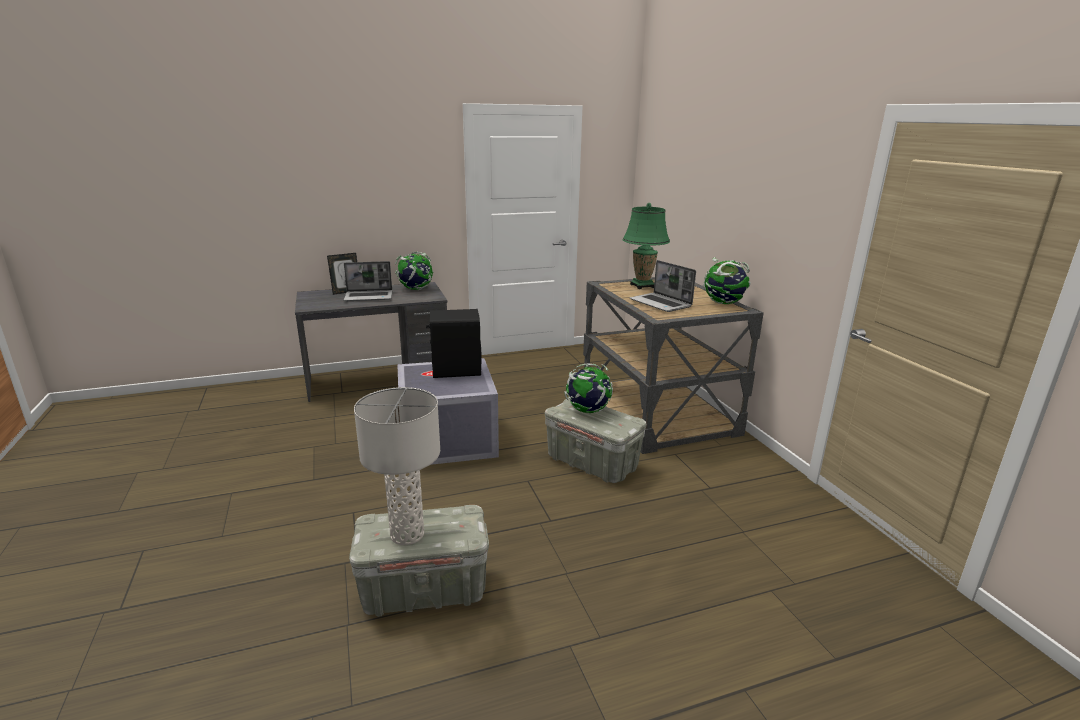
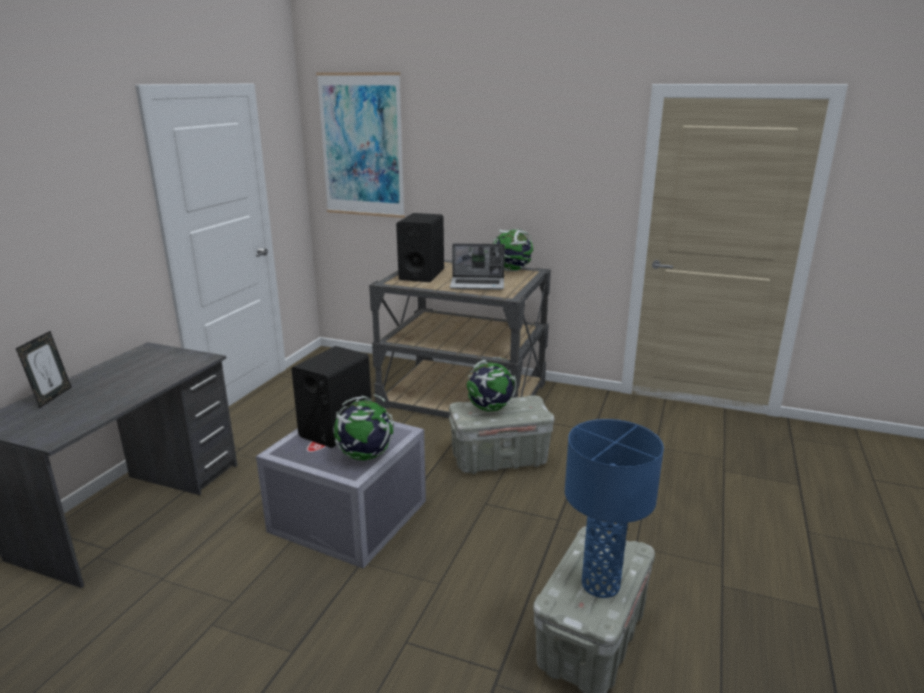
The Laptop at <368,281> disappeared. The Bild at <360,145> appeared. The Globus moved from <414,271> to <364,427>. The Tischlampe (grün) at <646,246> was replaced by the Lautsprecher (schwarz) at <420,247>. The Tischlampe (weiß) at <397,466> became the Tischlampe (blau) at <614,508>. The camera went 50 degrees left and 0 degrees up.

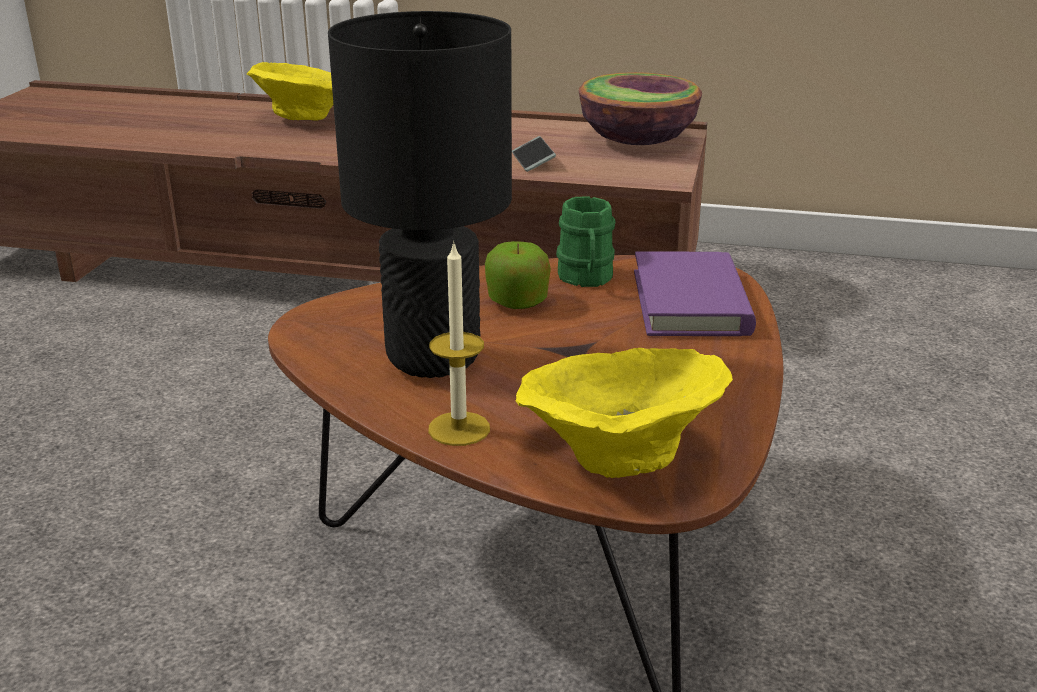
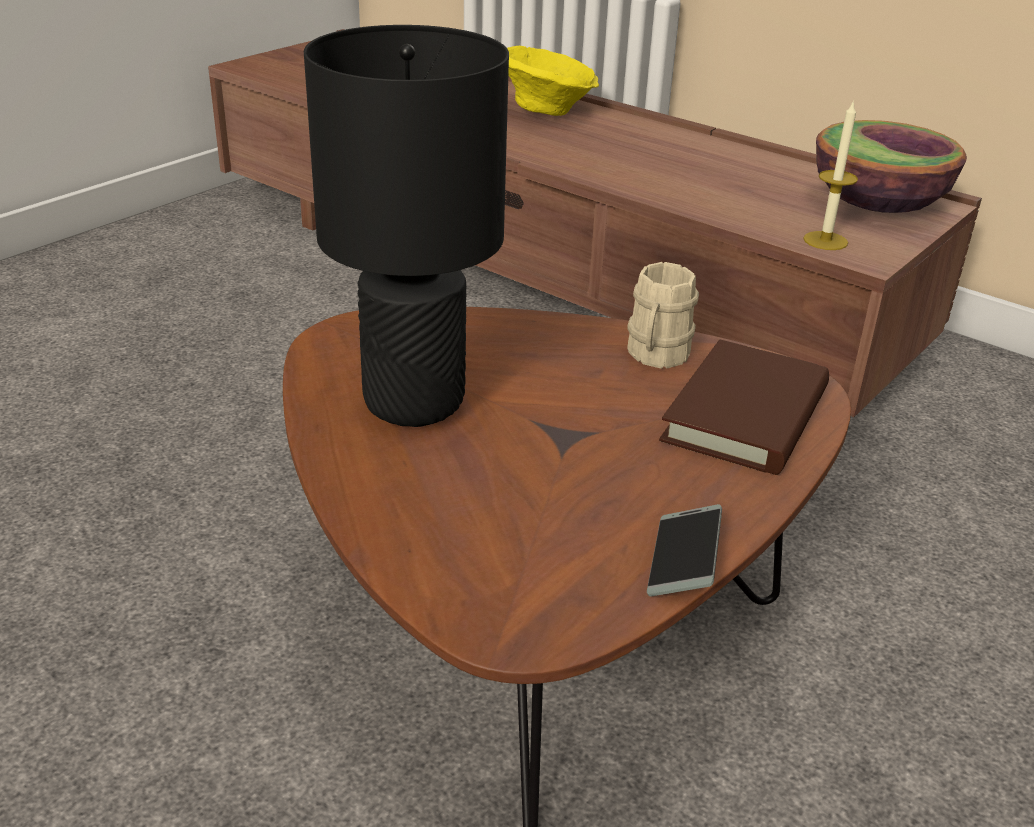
The Apfel at <518,275> disappeared. The Schüssel (gelb) at <624,413> disappeared. The Kerze moved from <459,343> to <830,175>. The Handy moved from <534,154> to <684,550>. The Henkelbecher (grün) at <585,241> became the Henkelbecher (beige) at <663,315>. The Buch (lila) at <695,293> became the Buch (braun) at <744,407>. The camera went 25 degrees right and 5 degrees up.

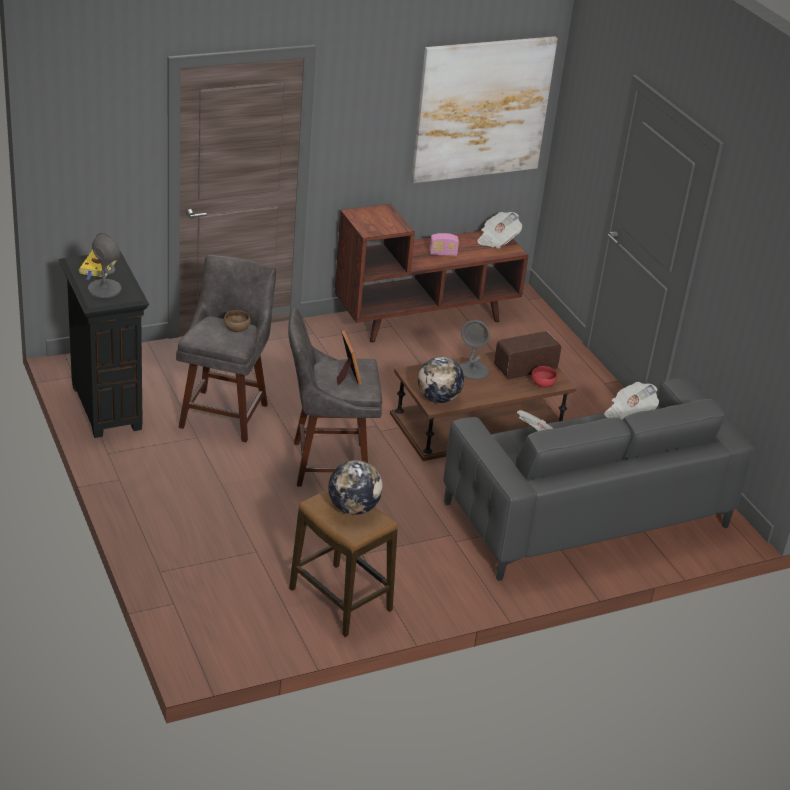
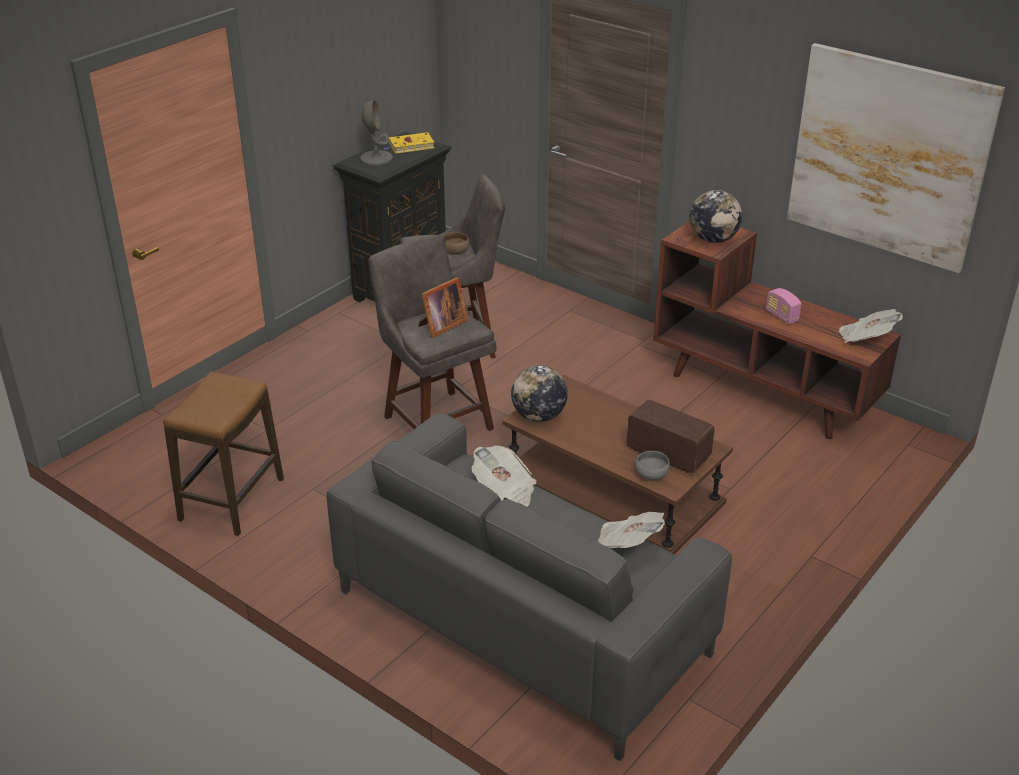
The Tischlampe (grau) at <475,350> disappeared. The Globus moved from <355,487> to <716,216>. The Schüssel (rot) at <544,377> became the Schüssel (grau) at <652,465>. The camera went 65 degrees right and 0 degrees up.

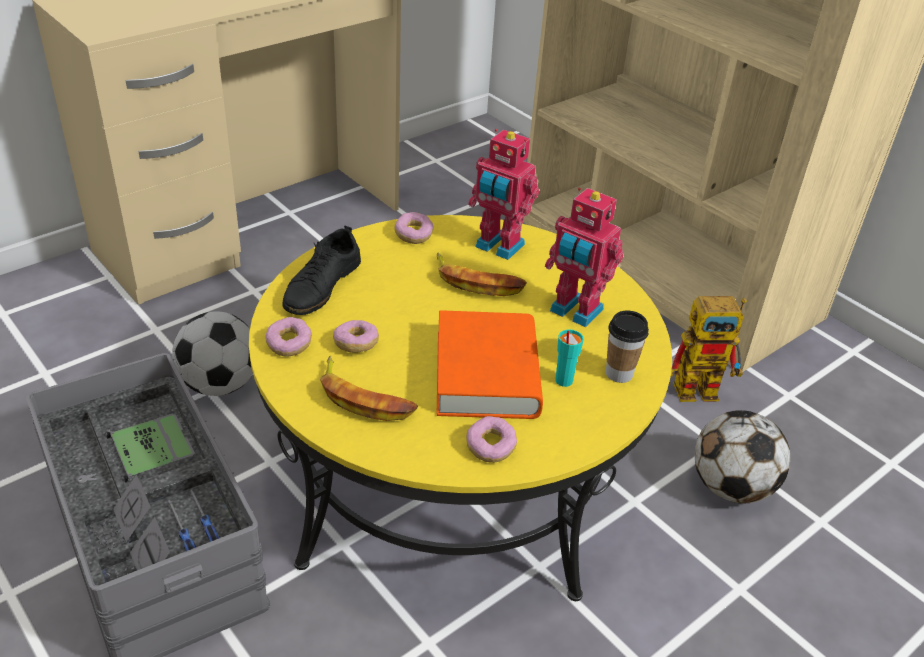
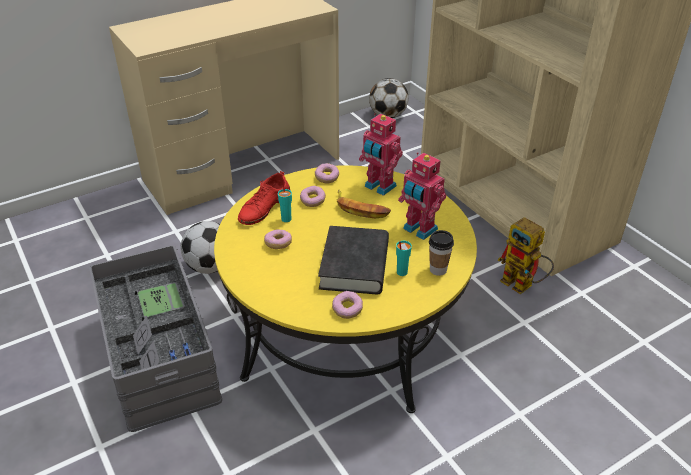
The Banane at <369,388> disappeared. The Tasse (türkis) at <285,200> appeared. The Donut moved from <288,336> to <313,196>. The Fußball moved from <742,457> to <389,98>. The Schuh (schwarz) at <321,270> became the Schuh (rot) at <264,198>. The Buch (orange) at <490,364> became the Buch (schwarz) at <353,260>. The Spielzeugroboter at <709,349> turned 45 degrees clockwise. The camera went 10 degrees right and 0 degrees up.

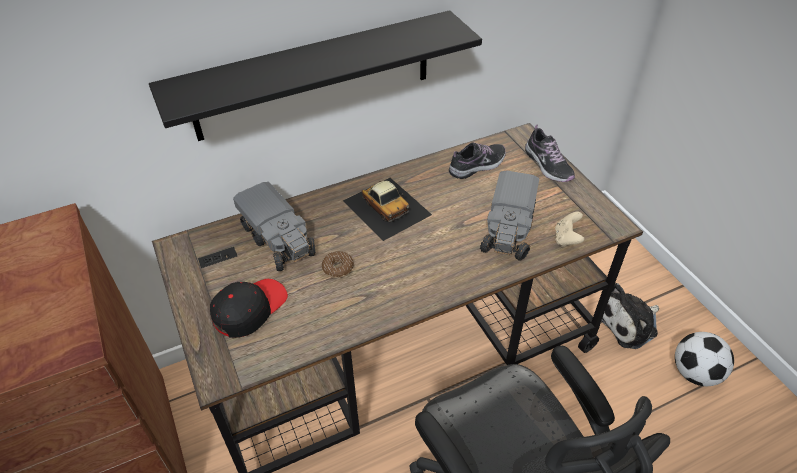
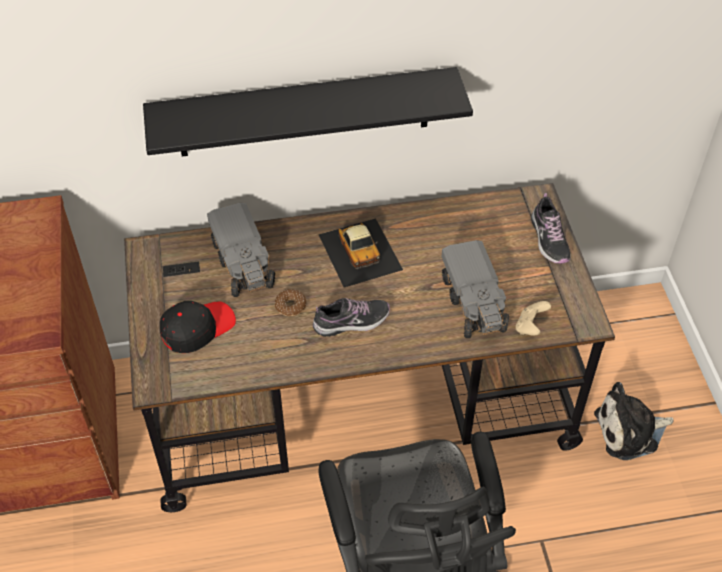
The Fußball at <704,359> disappeared. The Schuh moved from <477,160> to <351,317>. The Spielzeuglaster at <509,215> turned 45 degrees counterclockwise. The camera went 15 degrees right and 5 degrees up.

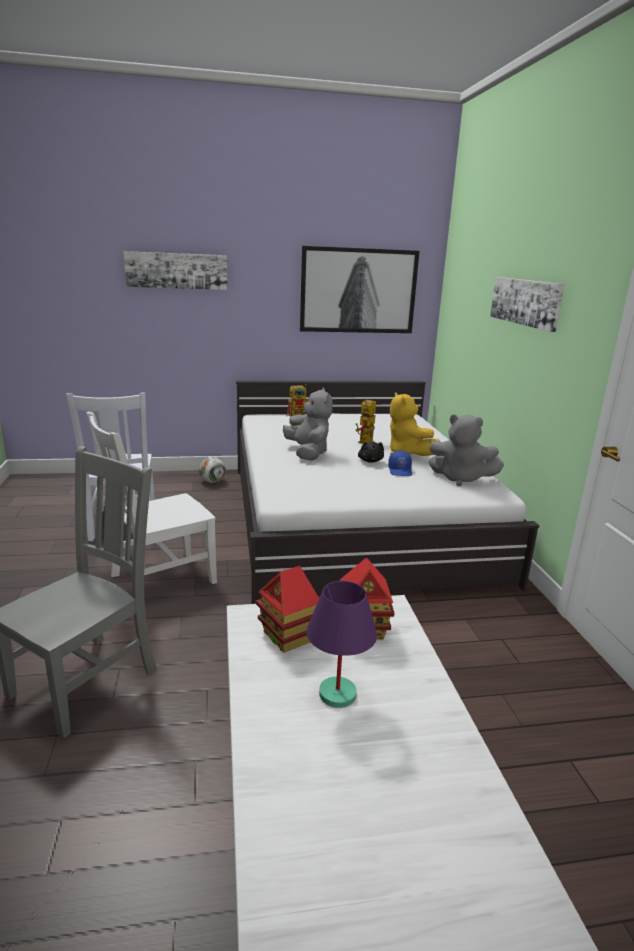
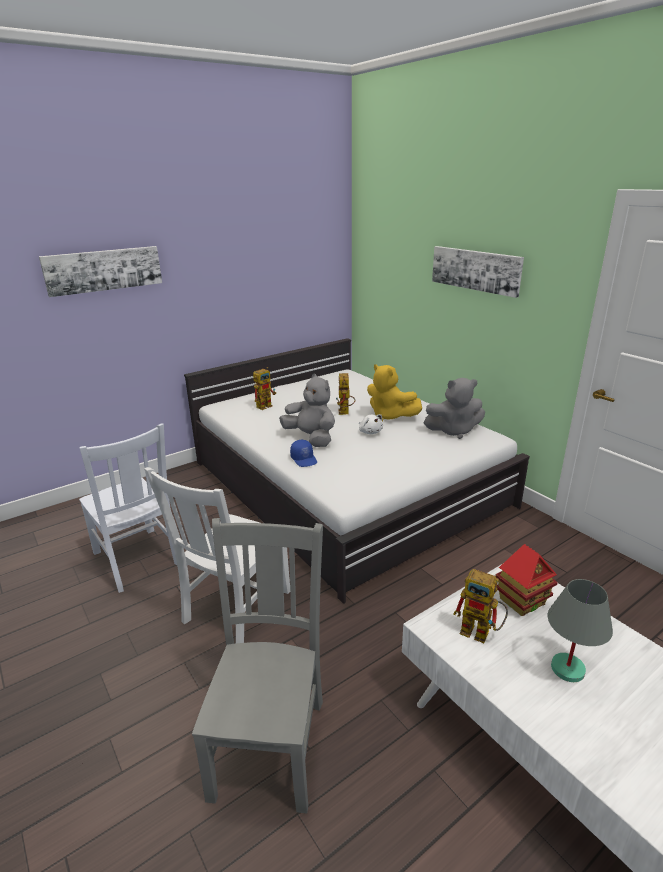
The Fußball at <212,470> disappeared. The Bild at <359,289> disappeared. The Kappe (blau) moved from <400,463> to <303,453>. The Spielzeughaus at <287,609> was replaced by the Spielzeugroboter at <480,606>. The Tischlampe (lila) at <342,644> became the Tischlampe (grau) at <580,630>. The Plüschtier (schwarz) at <371,451> became the Plüschtier (weiß) at <371,424>. The camera went 25 degrees left and 5 degrees up.

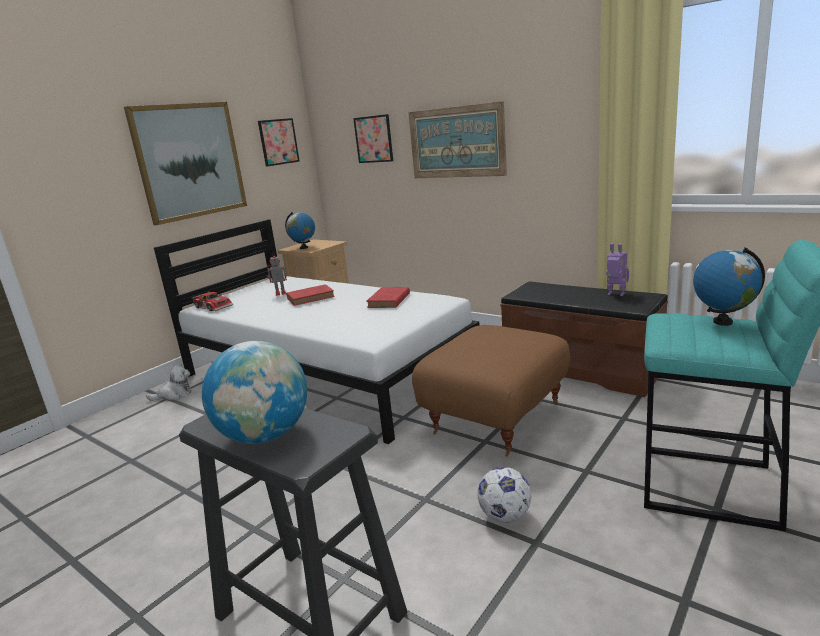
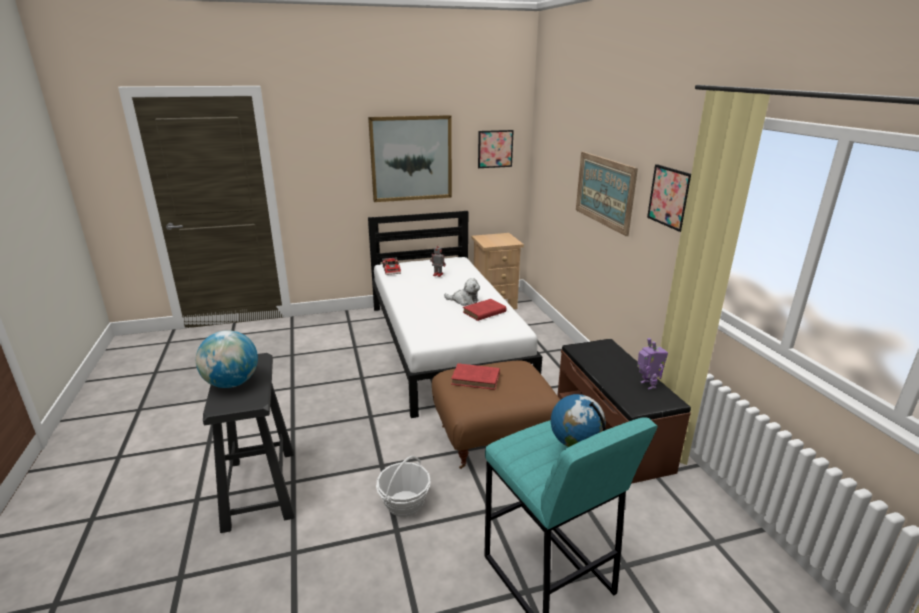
The Globus at <300,230> disappeared. The Plüschtier moved from <168,383> to <462,292>. The Buch (rot) moved from <310,295> to <475,376>. The Bild moved from <373,138> to <669,198>. The Fußball at <504,495> was replaced by the Korb at <403,486>. The camera went 35 degrees right and 5 degrees up.

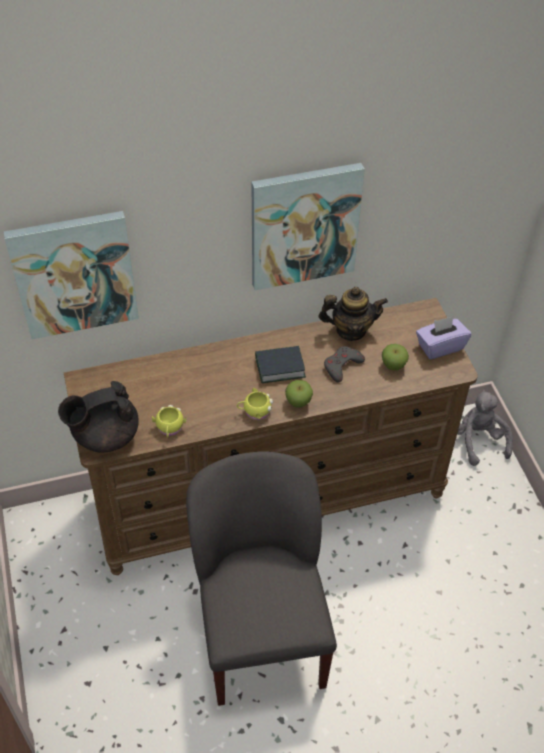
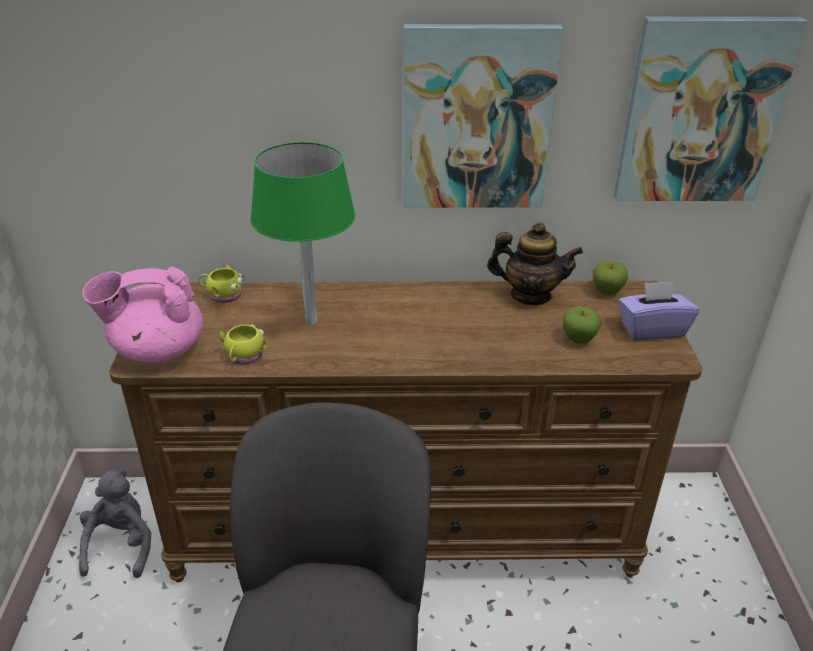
The Buch at <280,364> disappeared. The Gamepad (grau) at <344,364> disappeared. The Tischlampe (grün) at <303,233> appeared. The Bild moved from <71,275> to <710,109>. The Henkelbecher (gelb) moved from <255,404> to <220,284>. The Apfel moved from <299,394> to <610,278>. The Plüschtier (grau) moved from <485,428> to <115,523>. The Teekanne (schwarz) at <98,417> became the Teekanne (rosa) at <142,314>. The camera went 15 degrees right and 15 degrees down.

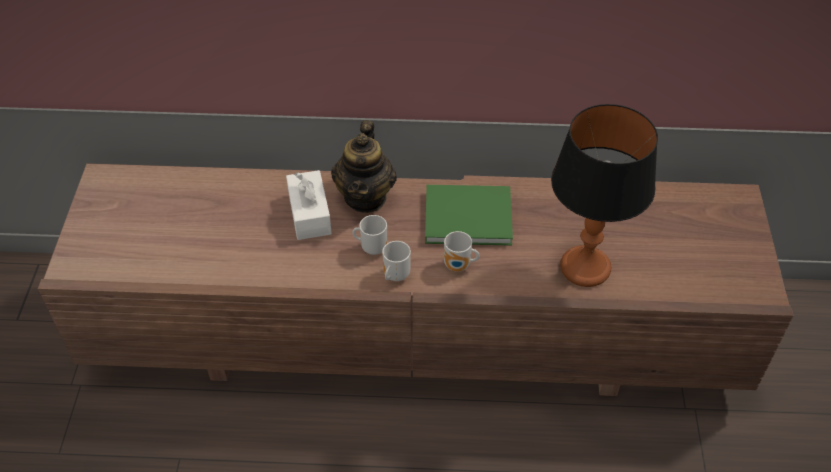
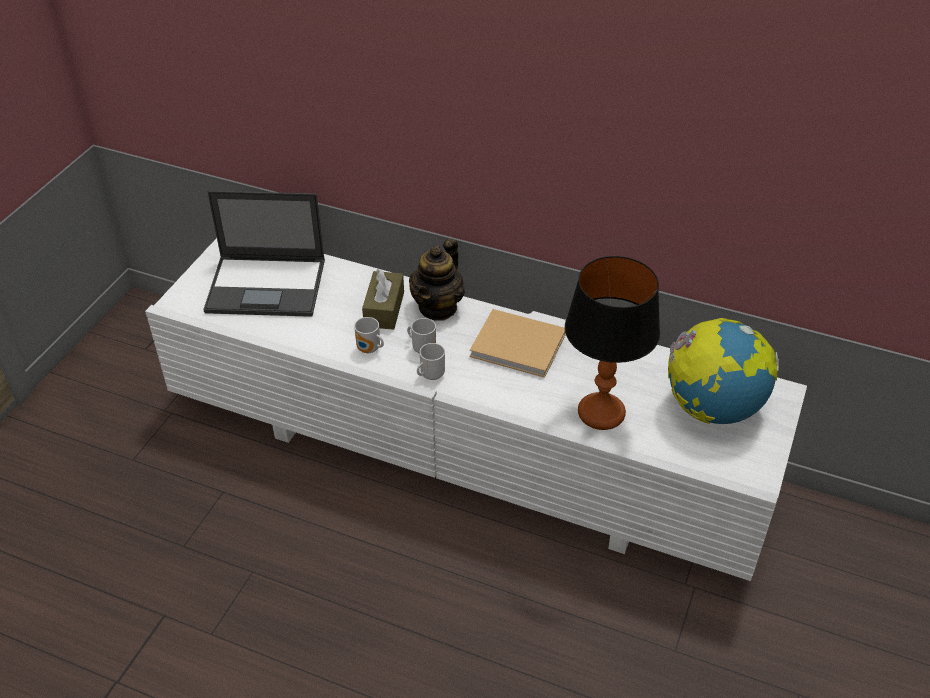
The Laptop at <264,254> appeared. The Globus at <723,371> appeared. The Henkelbecher moved from <462,251> to <369,335>. The Fernsehschrank (braun) at <416,279> became the Fernsehschrank (weiß) at <476,409>. The Taschentuchbox (weiß) at <309,205> became the Taschentuchbox (braun) at <383,299>. The Buch (grün) at <469,215> became the Buch (beige) at <518,343>. The camera went 20 degrees right and 5 degrees down.

